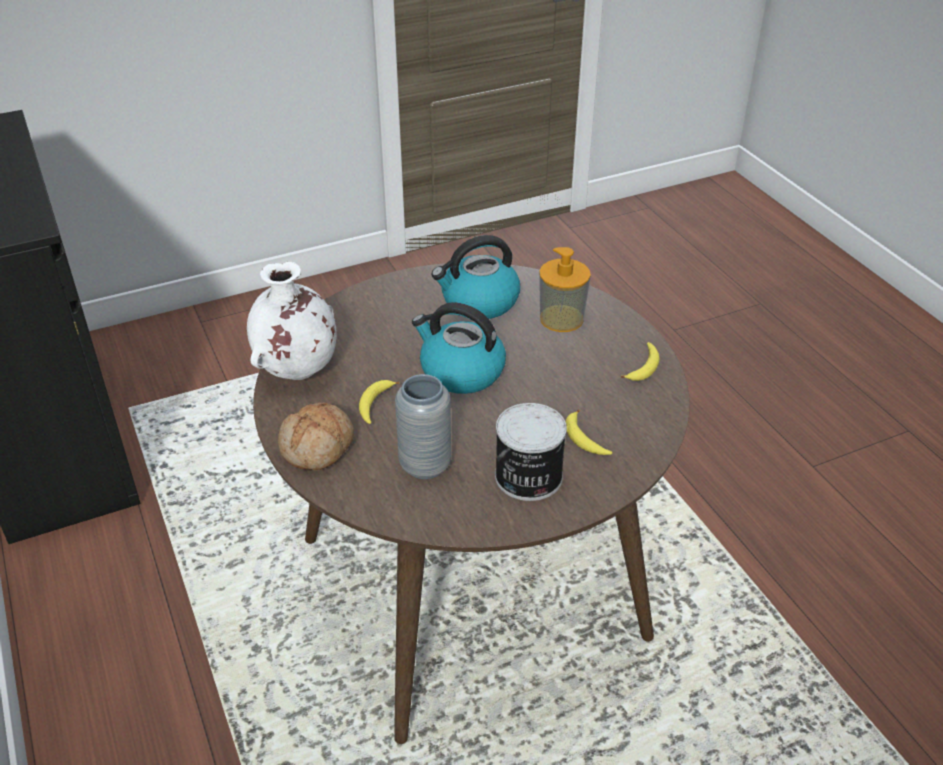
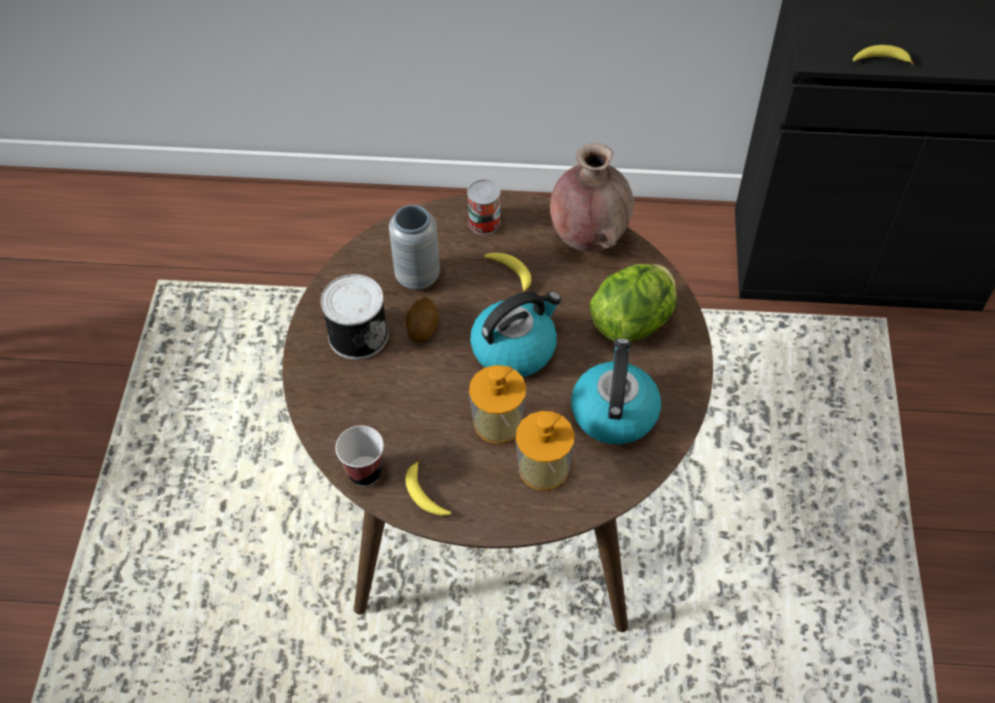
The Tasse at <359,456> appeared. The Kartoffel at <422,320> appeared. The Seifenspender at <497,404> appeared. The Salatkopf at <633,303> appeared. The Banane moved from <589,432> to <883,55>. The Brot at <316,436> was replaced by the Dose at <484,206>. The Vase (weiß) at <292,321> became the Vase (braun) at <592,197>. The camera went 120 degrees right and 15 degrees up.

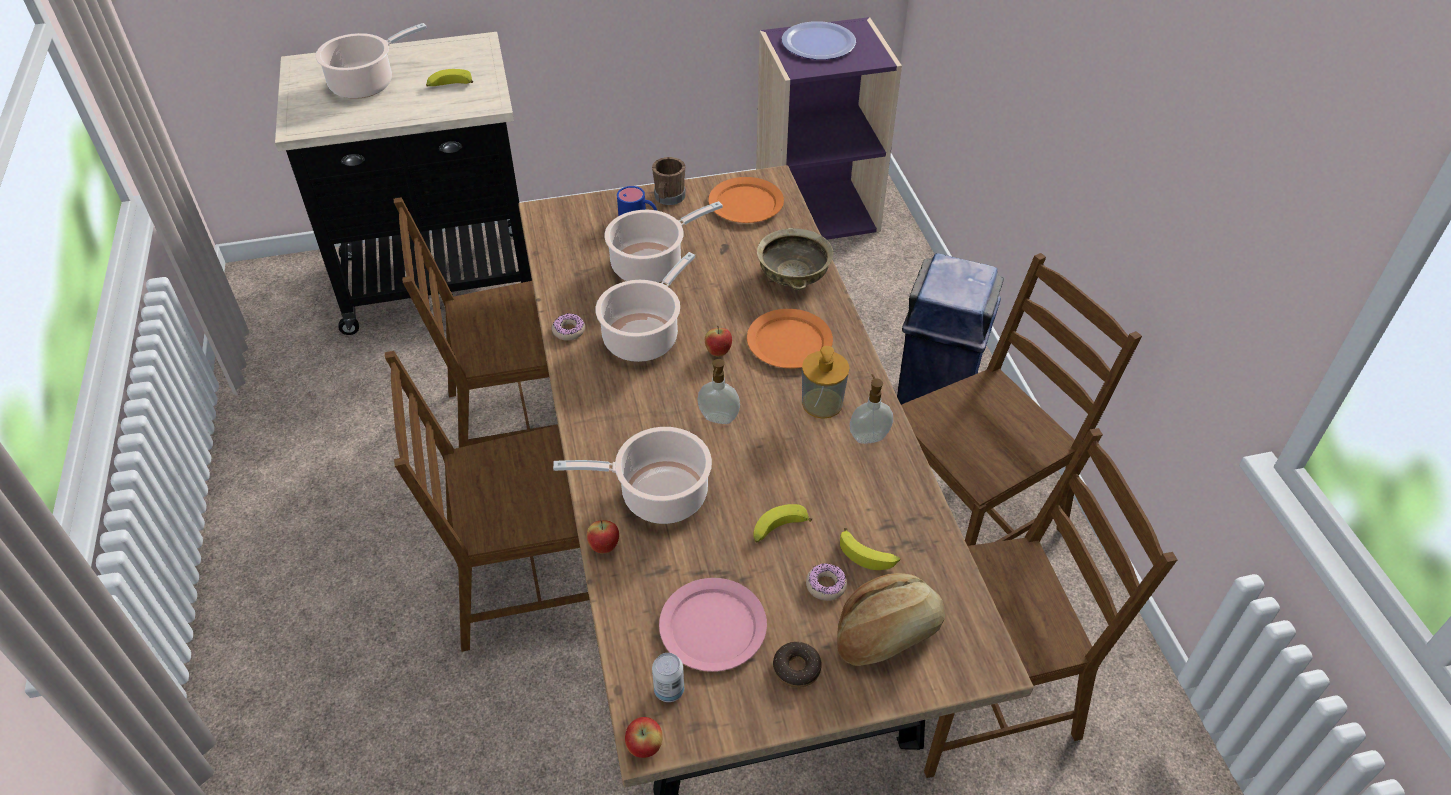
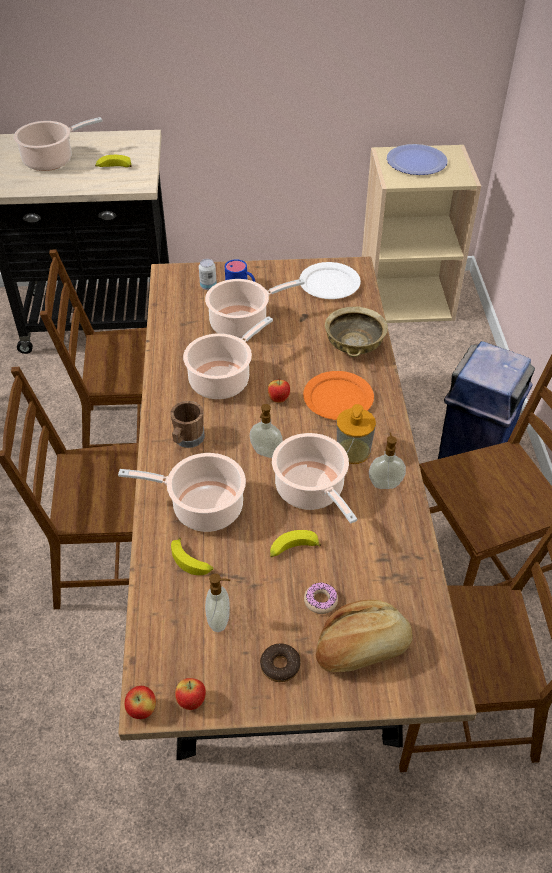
The Donut at <568,327> disappeared. The Kochtopf at <314,478> appeared. The Apfel moved from <603,537> to <190,694>. The Henkelbecher (braun) moved from <669,181> to <188,424>. The Dose moved from <668,677> to <208,274>. The Banane moved from <870,549> to <192,556>. The Teller (rosa) at <713,625> was replaced by the Seifenspender at <217,602>. The Teller (orange) at <746,200> became the Teller (weiß) at <330,280>. The Bücherregal (lila) at <829,128> became the Bücherregal (beige) at <421,234>. The camera went 10 degrees right and 0 degrees up.

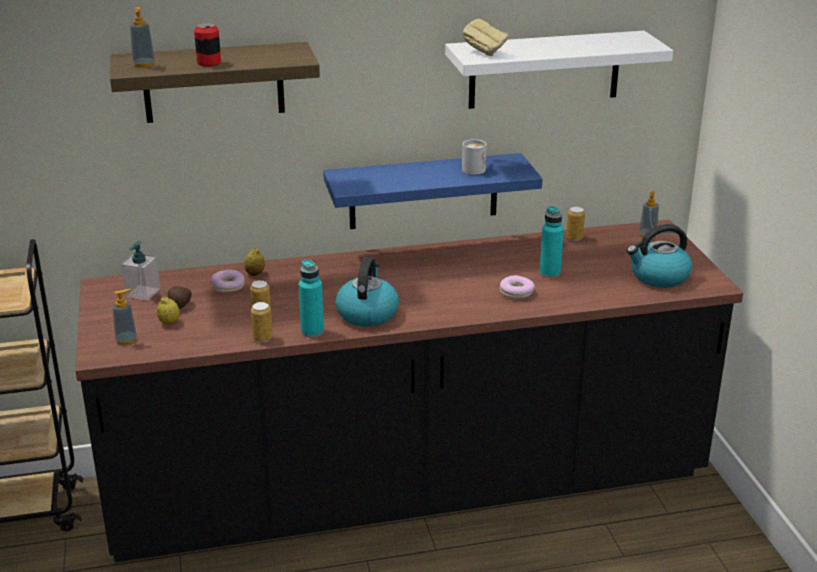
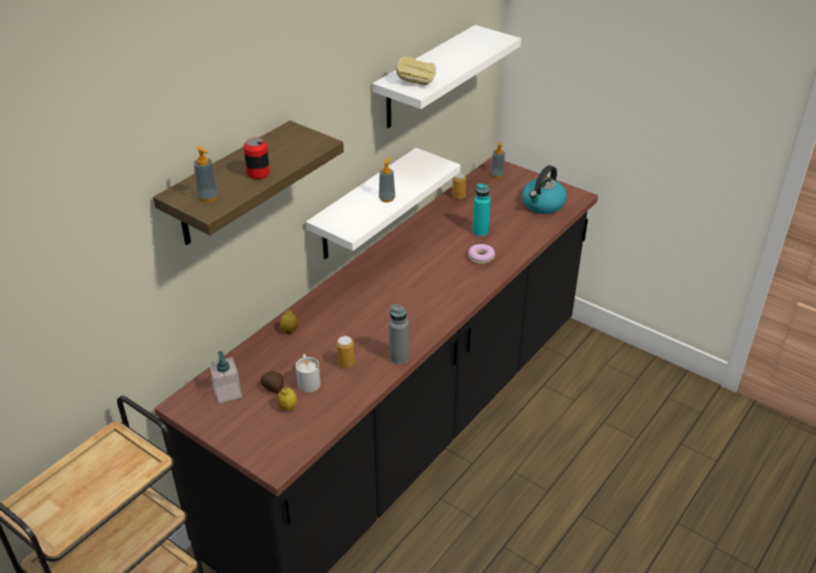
The Donut at <228,281> disappeared. The Dose at <262,322> disappeared. The Wasserkessel at <367,292> disappeared. The Seifenspender moved from <124,317> to <387,180>. The Henkelbecher (weiß) moved from <474,157> to <308,373>. The Flasche (türkis) at <311,298> became the Flasche (grau) at <399,334>. The Wandregal (blau) at <433,191> became the Wandregal (weiß) at <383,203>. The camera went 40 degrees left and 10 degrees up.

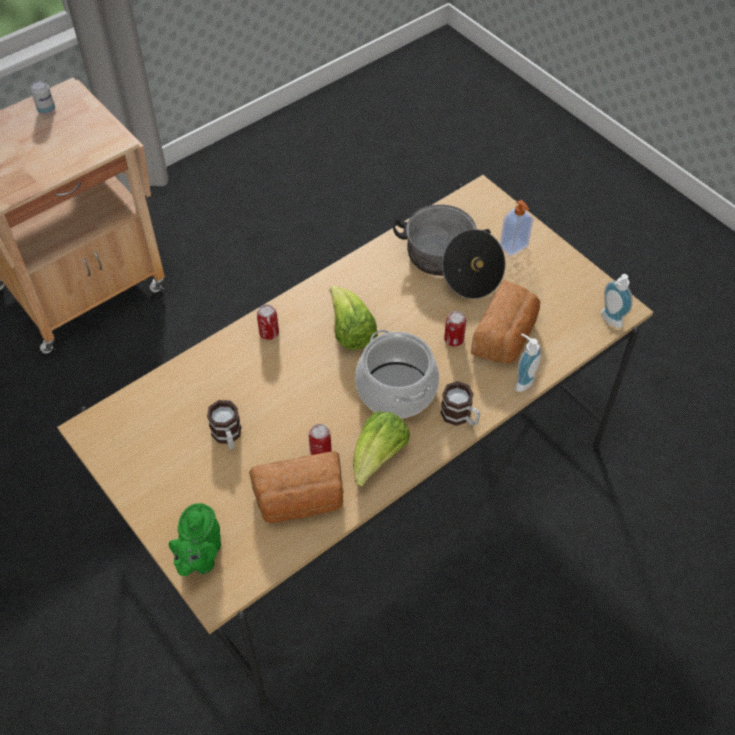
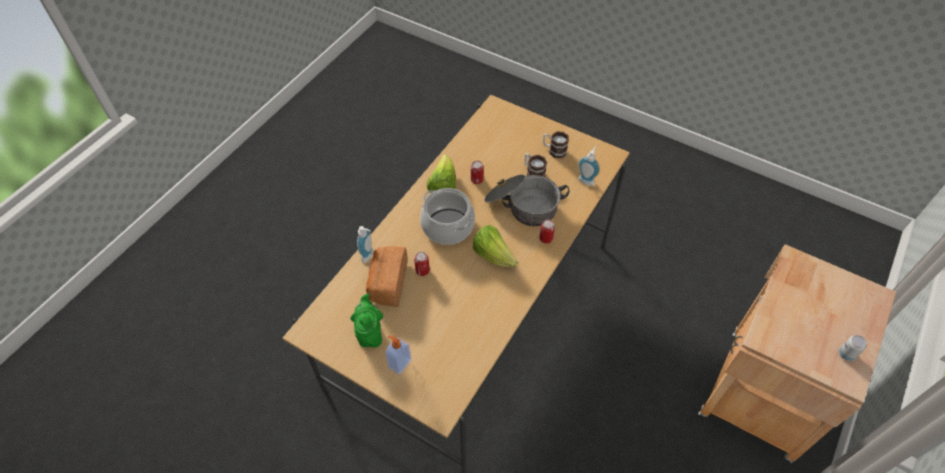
The Brot at <296,487> disappeared. The Teekanne (grün) moved from <195,539> to <366,321>. The Kochtopf moved from <448,251> to <527,200>. The Henkelbecher moved from <460,403> to <556,144>. The Seifenspender moved from <617,301> to <589,166>. The camera went 160 degrees right and 0 degrees up.

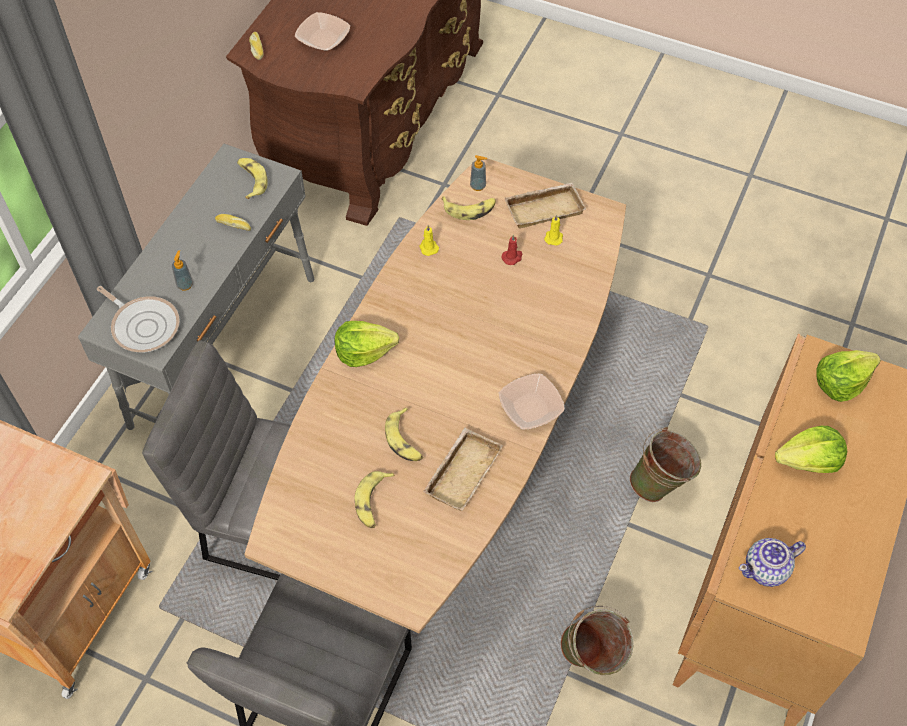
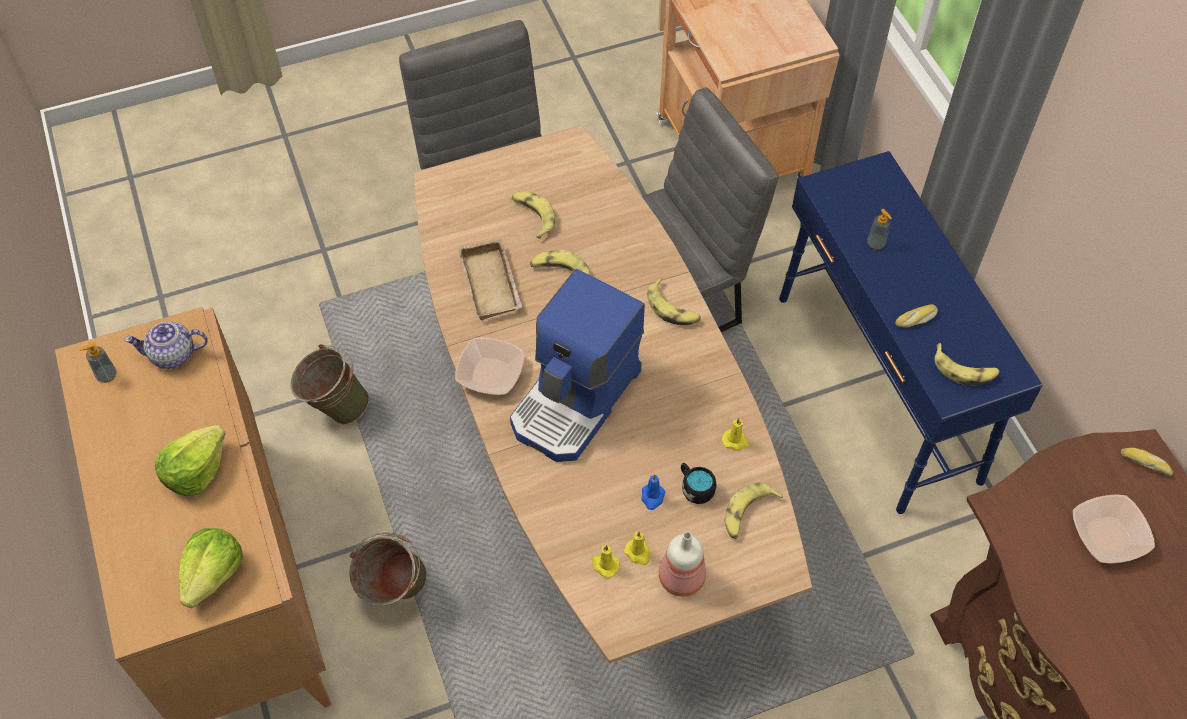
The Pfanne at <138,319> disappeared. The Kaffeemaschine at <577,365> appeared. The Kerze (gelb) at <606,561> appeared. The Henkelbecher (schwarz) at <698,483> appeared. The Seifenspender moved from <478,173> to <98,362>. The Salatkopf at <367,344> was replaced by the Banane at <674,301>. The Tablett (beige) at <545,206> was replaced by the Flasche at <682,564>. The Konsolentisch (grau) at <196,287> became the Konsolentisch (blau) at <910,332>. The Kerze (rot) at <512,249> became the Kerze (blau) at <653,492>. The Teekanne at <772,562> turned 120 degrees counterclockwise. The camera went 135 degrees right and 0 degrees up.

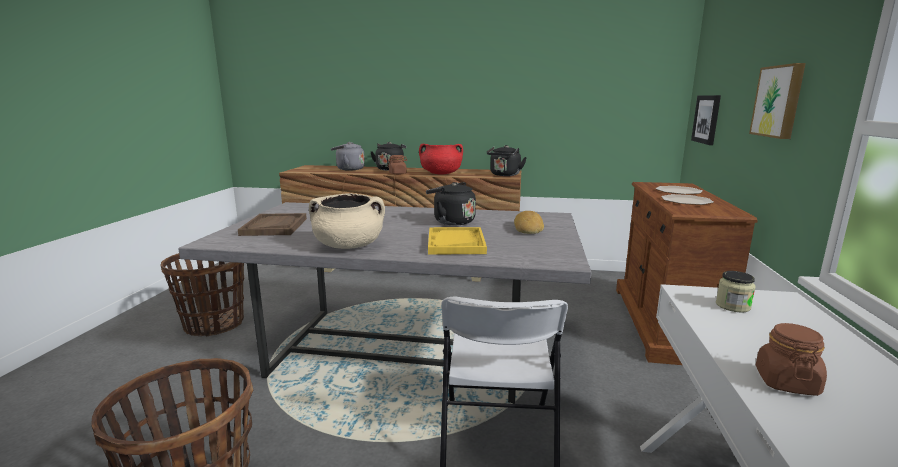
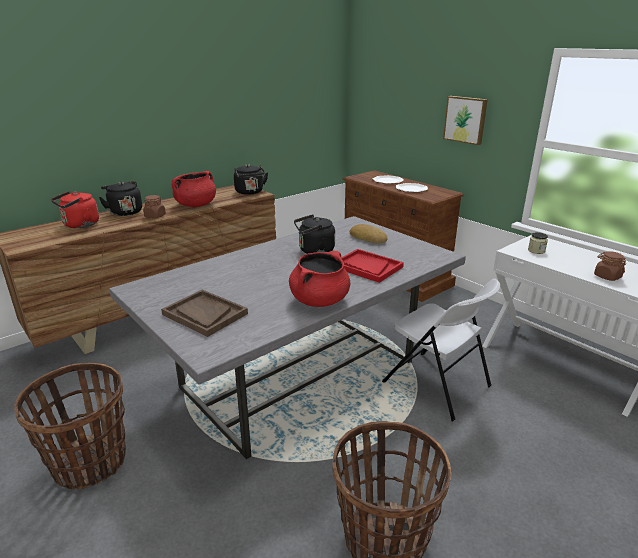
The Bild at <706,120> disappeared. The Kochtopf (beige) at <347,221> became the Kochtopf (rot) at <319,279>. The Wasserkessel (grau) at <348,156> became the Wasserkessel (rot) at <75,209>. The Tablett (gelb) at <457,241> became the Tablett (rot) at <372,266>. The camera went 50 degrees left and 10 degrees up.

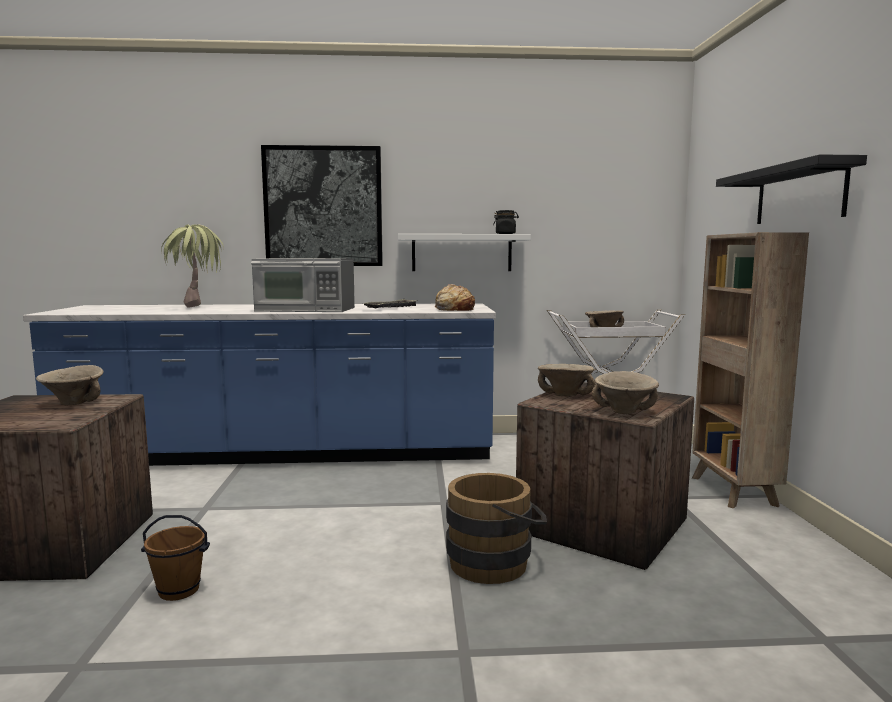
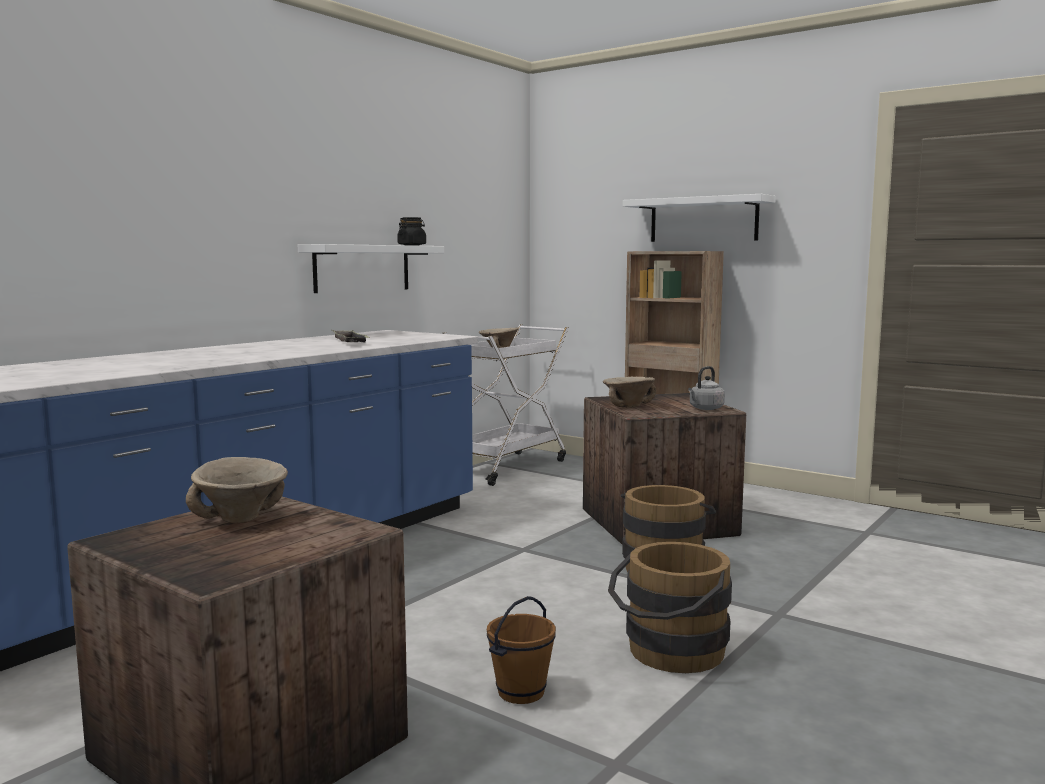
The Topfpflanze at <192,266> disappeared. The Mikrowelle at <303,285> disappeared. The Bild at <322,205> disappeared. The Brot at <455,297> disappeared. The Eimer (braun) at <670,607> appeared. The Schüssel (beige) at <625,392> was replaced by the Wasserkessel (grau) at <706,388>. The Wandregal (schwarz) at <791,189> became the Wandregal (weiß) at <699,218>. The camera went 50 degrees left and 0 degrees up.

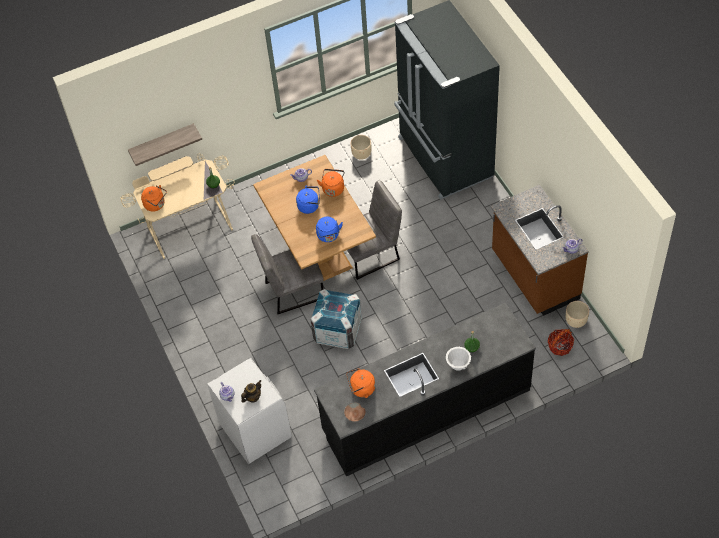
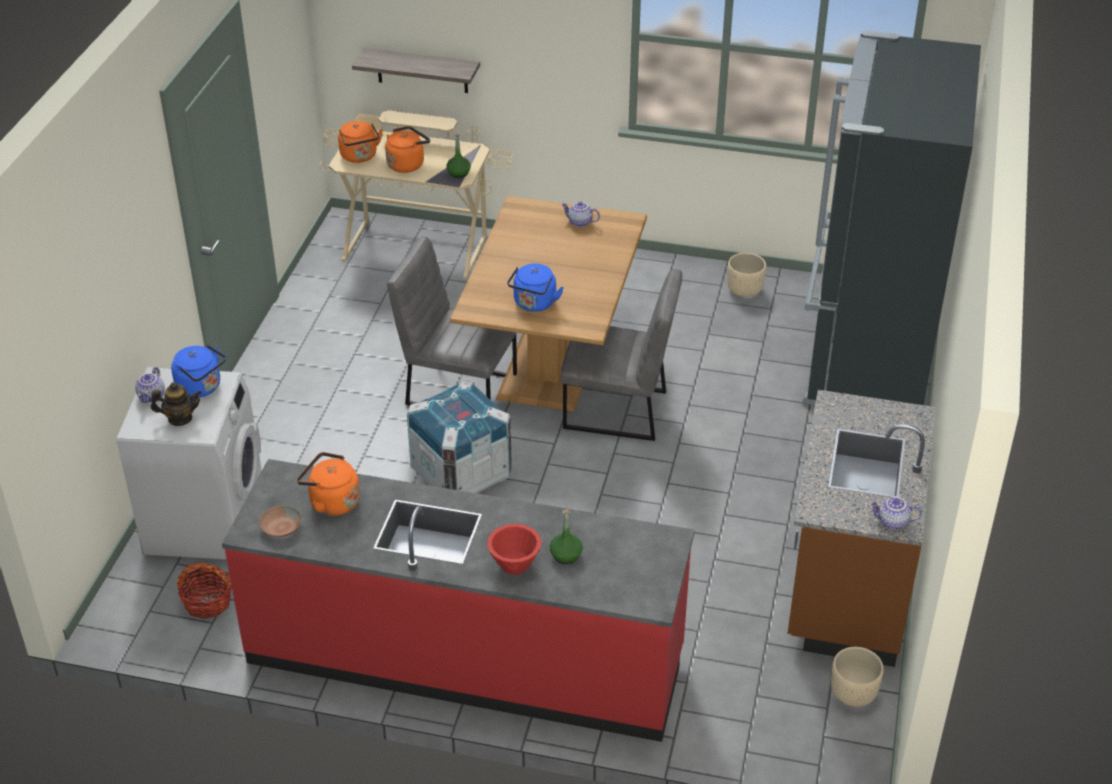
The Wasserkessel (blau) moved from <308,200> to <198,371>. The Wasserkessel (orange) moved from <331,183> to <407,149>. The Korb moved from <561,342> to <204,590>. The Küchenzeile (schwarz) at <425,390> became the Küchenzeile (rot) at <458,600>. The Schüssel (weiß) at <458,359> became the Schüssel (rot) at <514,549>. The camera went 35 degrees right and 15 degrees down.

